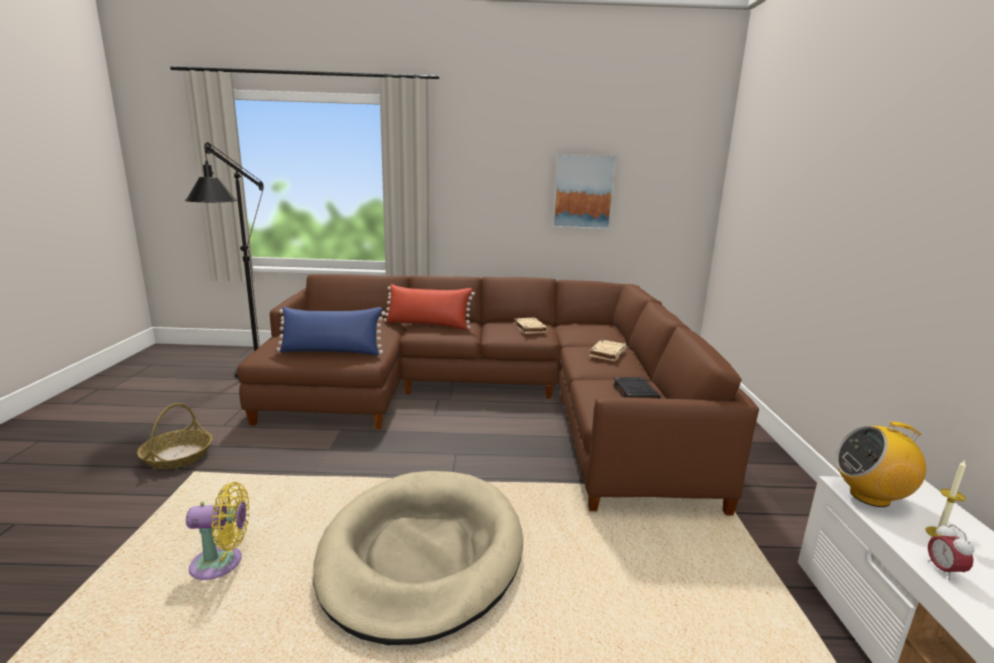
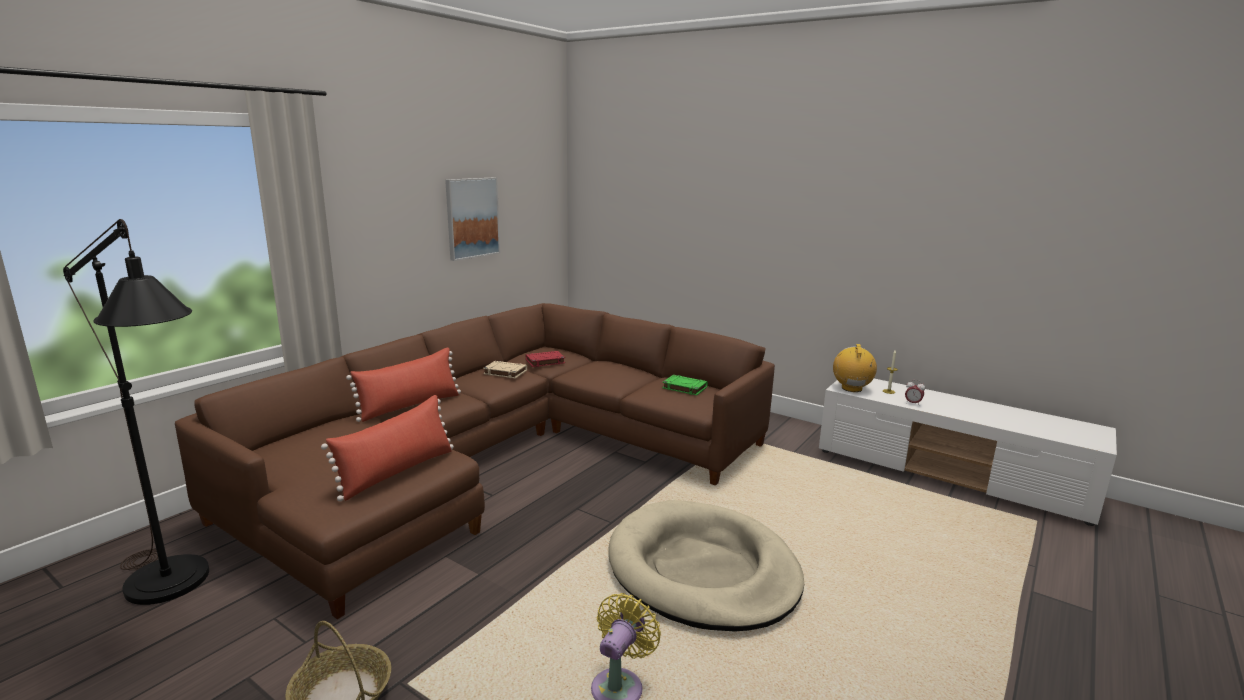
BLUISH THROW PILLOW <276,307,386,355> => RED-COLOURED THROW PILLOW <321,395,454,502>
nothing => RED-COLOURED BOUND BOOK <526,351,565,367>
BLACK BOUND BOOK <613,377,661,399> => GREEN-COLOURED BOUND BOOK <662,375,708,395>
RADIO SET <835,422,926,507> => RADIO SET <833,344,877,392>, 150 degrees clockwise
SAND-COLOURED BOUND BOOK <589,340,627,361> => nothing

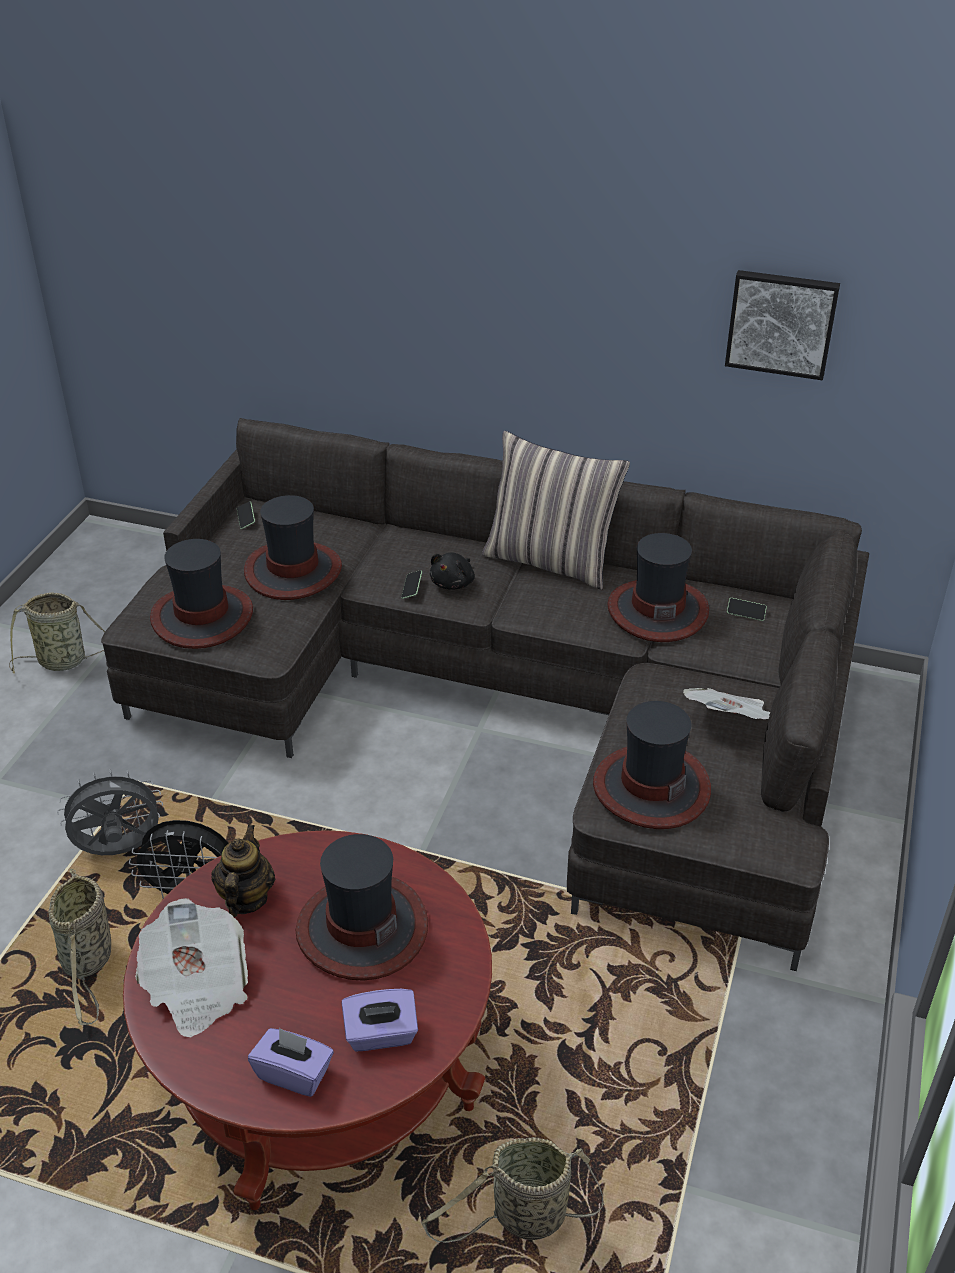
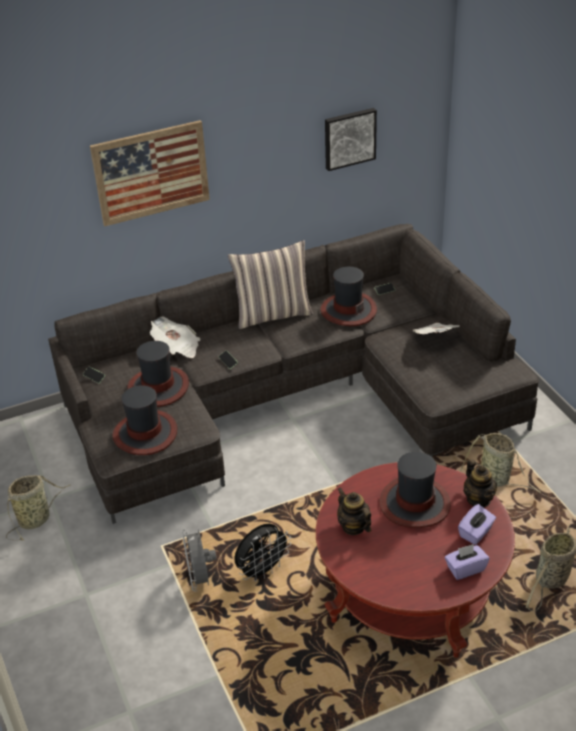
nothing => WALL PICTURE <90,120,210,226>
DAILY PAPER <135,898,248,1037> => DAILY PAPER <150,316,200,358>, move
GRAY ELECTRIC FAN <57,769,163,855> => GRAY ELECTRIC FAN <182,529,217,592>, 45 degrees counterclockwise
BASKET <47,869,111,1025> => BASKET <460,433,541,492>, move
nothing => TEA POT <463,459,497,507>
BLACK SOFT TOY <430,553,475,590> => nothing
HAT <593,701,711,829> => nothing

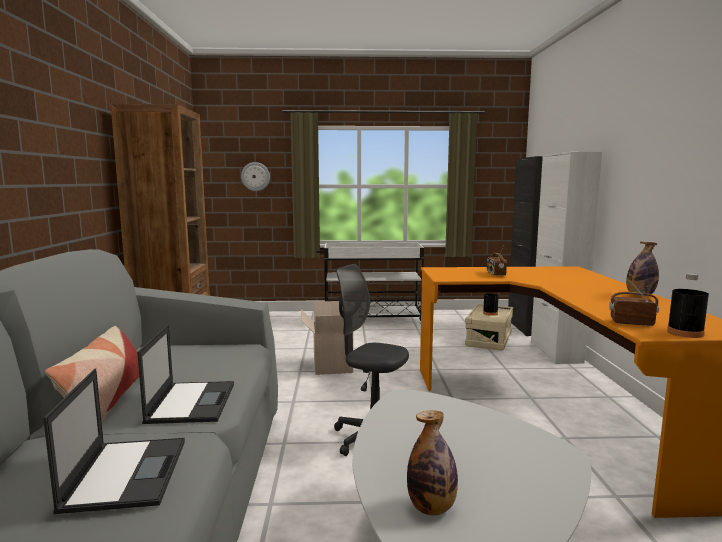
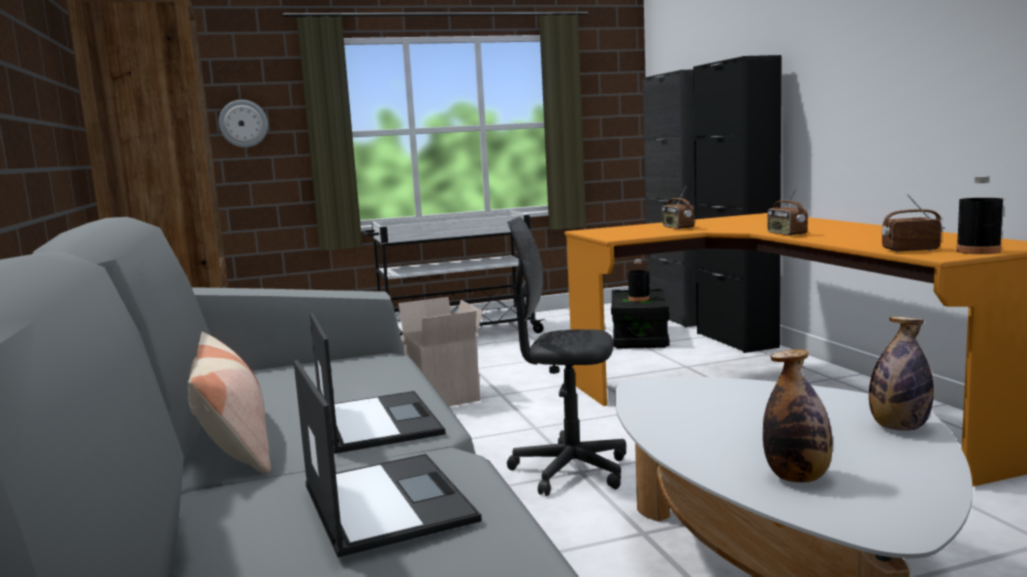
SAND-COLOURED STORAGE CONTAINER <465,304,513,351> => BLACK STORAGE CONTAINER <611,288,670,349>
WHITISH STORAGE CABINET <531,152,602,364> => BLACK STORAGE CABINET <693,55,781,353>
nothing => RADIO SET <767,187,808,236>
DRINK BOTTLE <626,241,659,296> => DRINK BOTTLE <869,317,934,431>, move

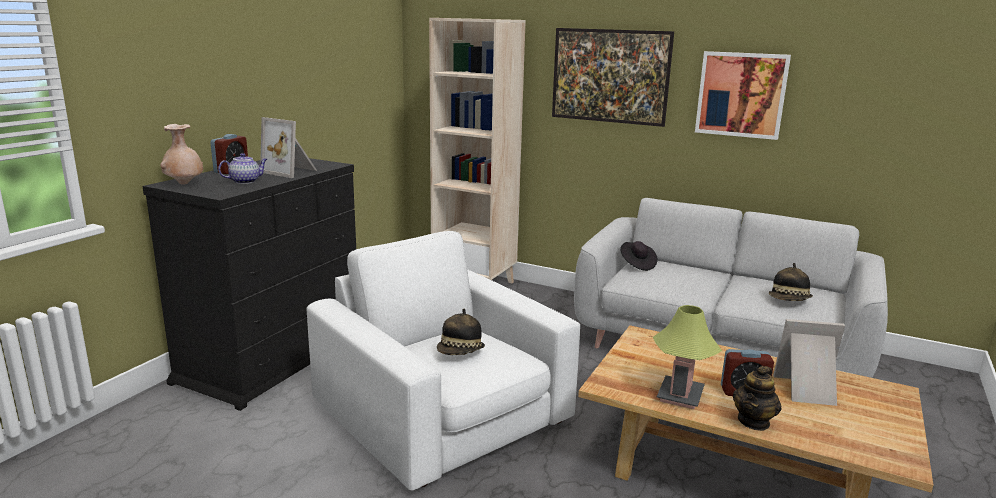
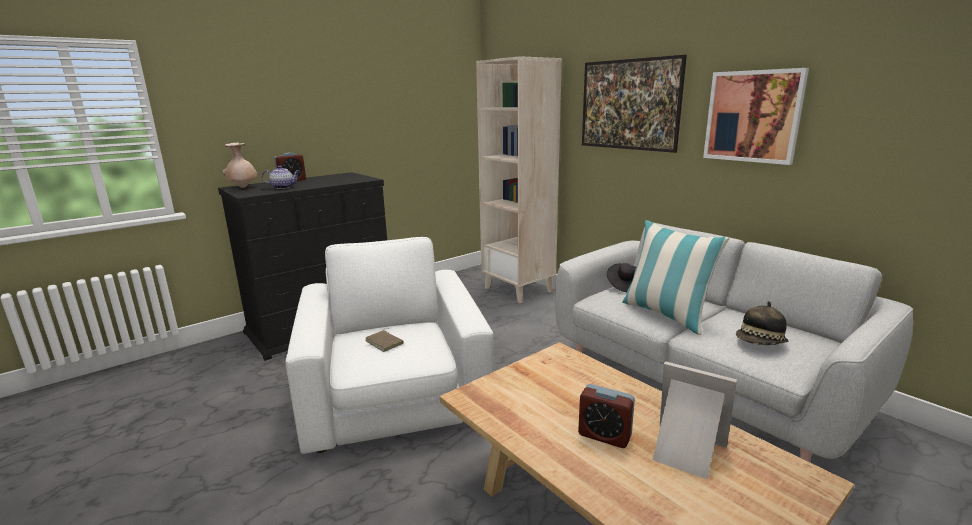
HAT <437,308,485,355> => BROWNISH BOUND BOOK <365,328,403,352>
nothing => THROW PILLOW <623,220,729,335>
STANDING FRAME <260,117,317,178> => nothing
LAMP FOR A TABLE <653,305,722,409> => nothing
TEA POT <733,366,782,431> => nothing

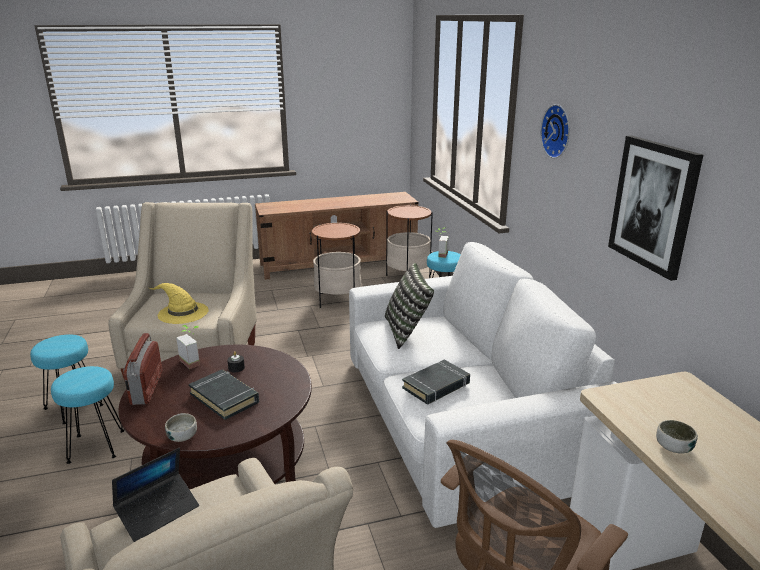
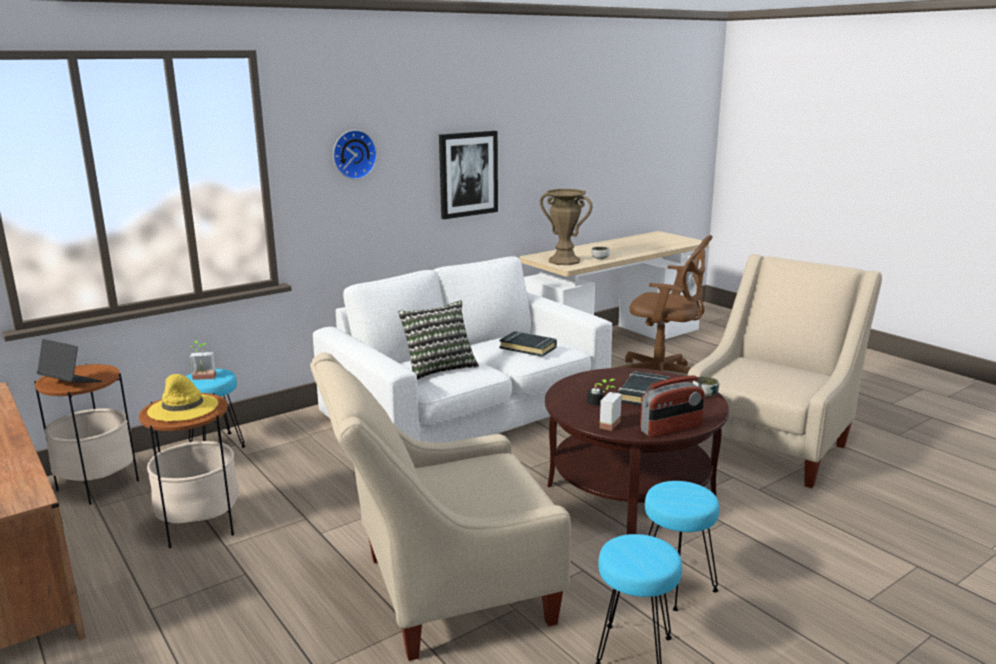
LAPTOP <112,448,199,542> => LAPTOP <37,339,102,382>, move
YELLOWISH HAT <149,283,209,324> => YELLOWISH HAT <147,374,218,421>, move
nothing => BROWNISH VASE <540,189,593,265>

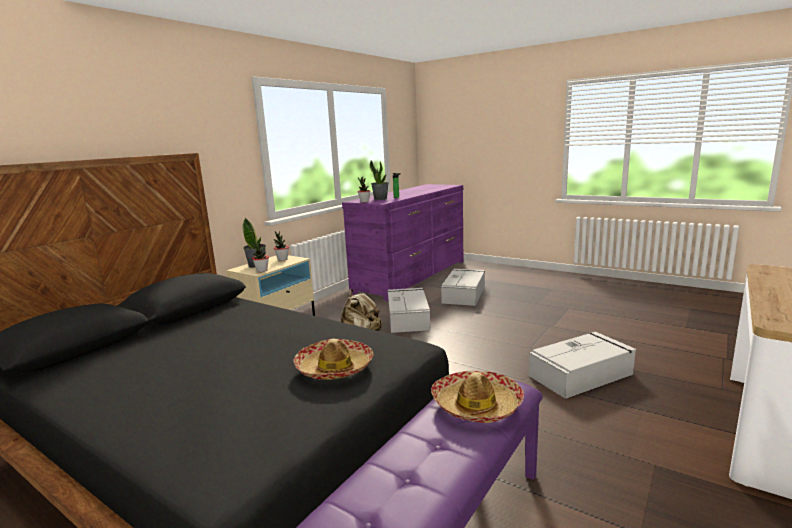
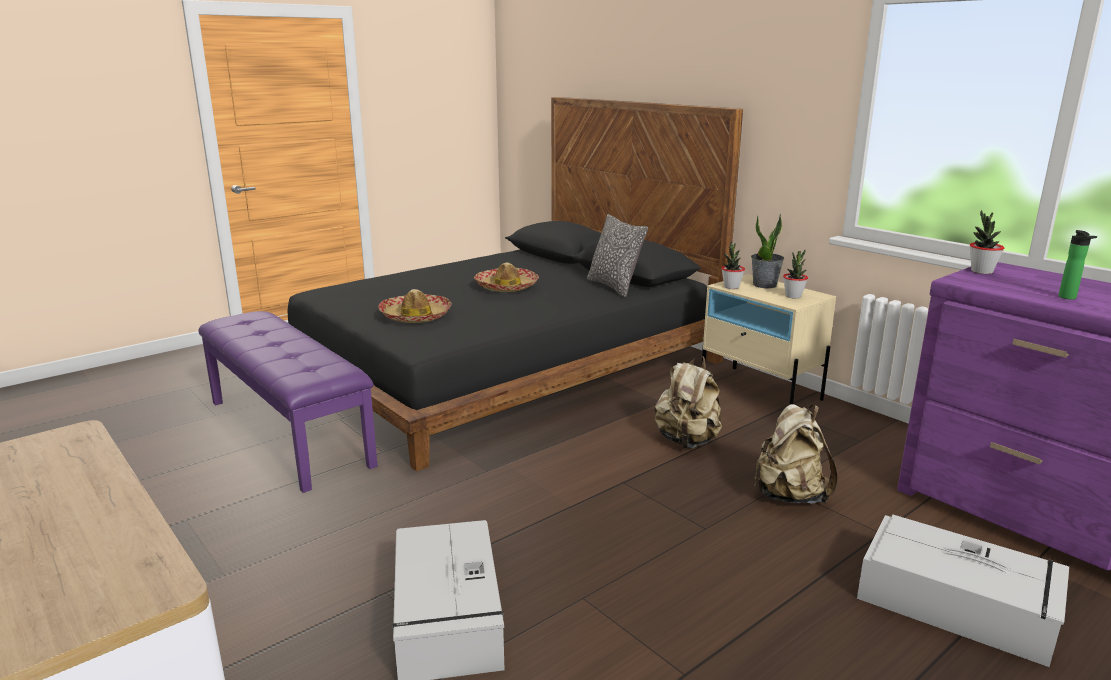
HAT <431,371,524,423> => HAT <474,262,539,292>, move
nothing => THROW PILLOW <587,214,648,298>
GRAY STORAGE CONTAINER <387,288,430,333> => SAND-COLOURED RUCKSACK <754,404,838,504>
POTTED PLANT <370,160,388,200> => nothing

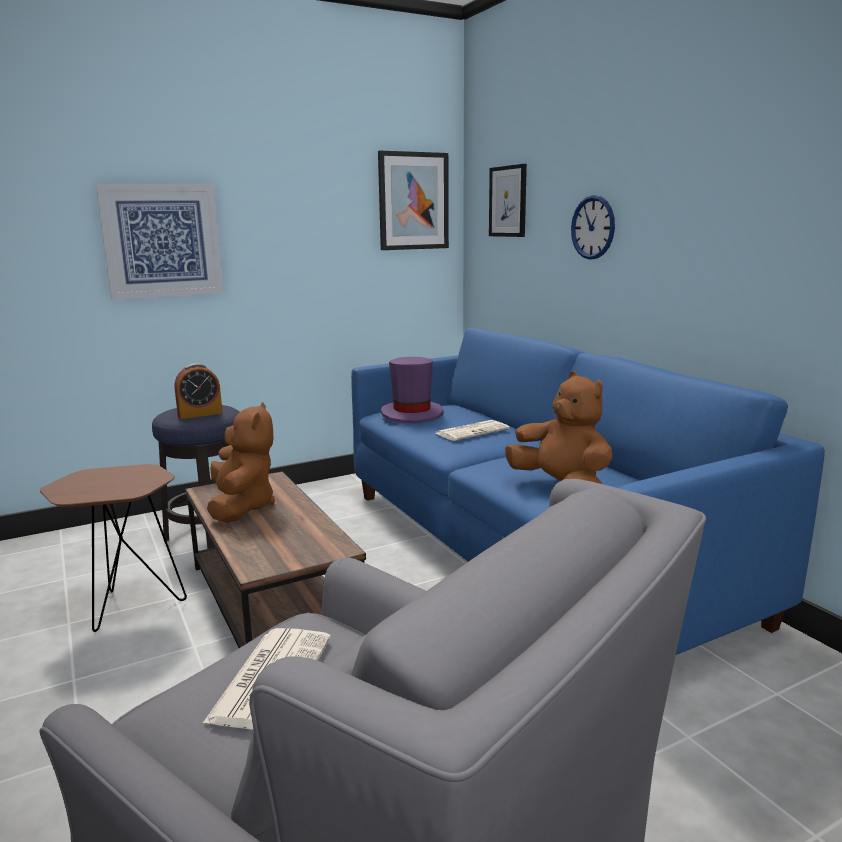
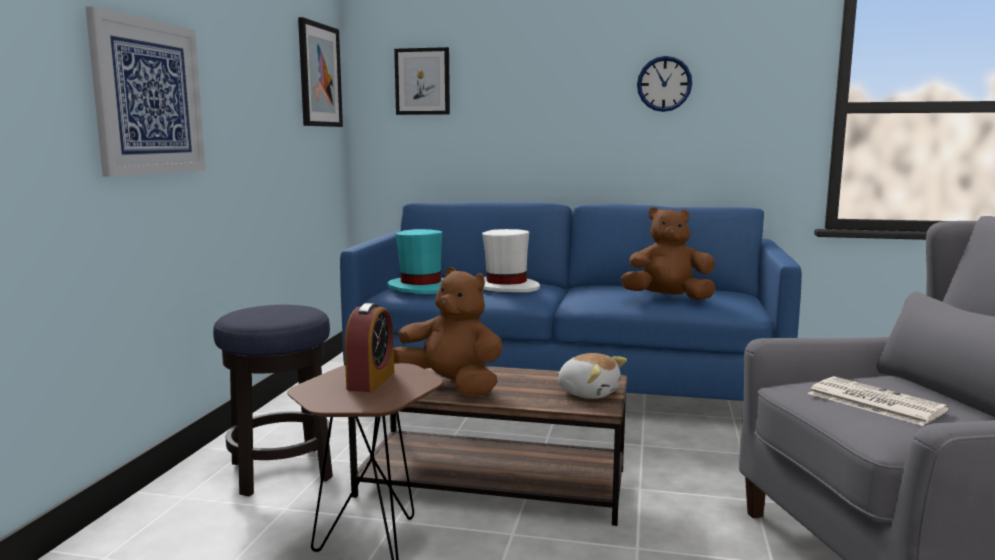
ALARM CLOCK <175,363,223,419> => ALARM CLOCK <345,303,394,392>, move
PURPLISH HAT <381,357,443,423> => BLUE-GREEN HAT <387,229,444,294>
DAILY PAPER <435,420,510,441> => WHITISH HAT <482,229,540,292>
nothing => SOFT TOY <557,353,627,399>
HANGING CLOCK <571,195,615,260> => HANGING CLOCK <637,56,692,112>, move

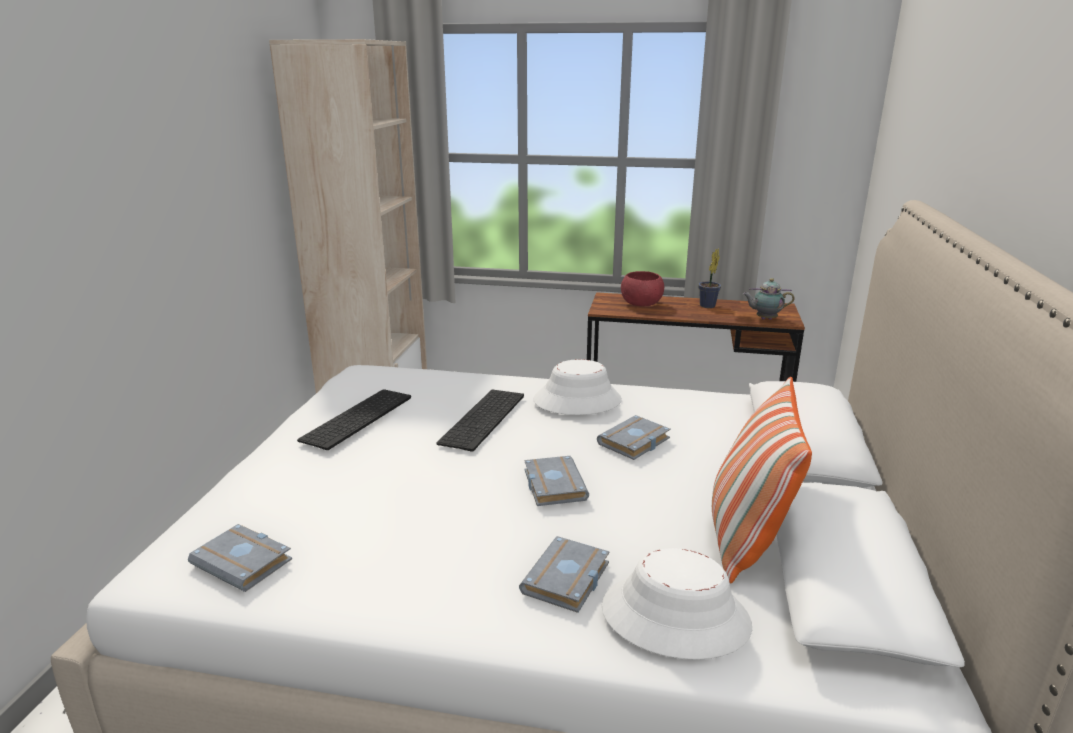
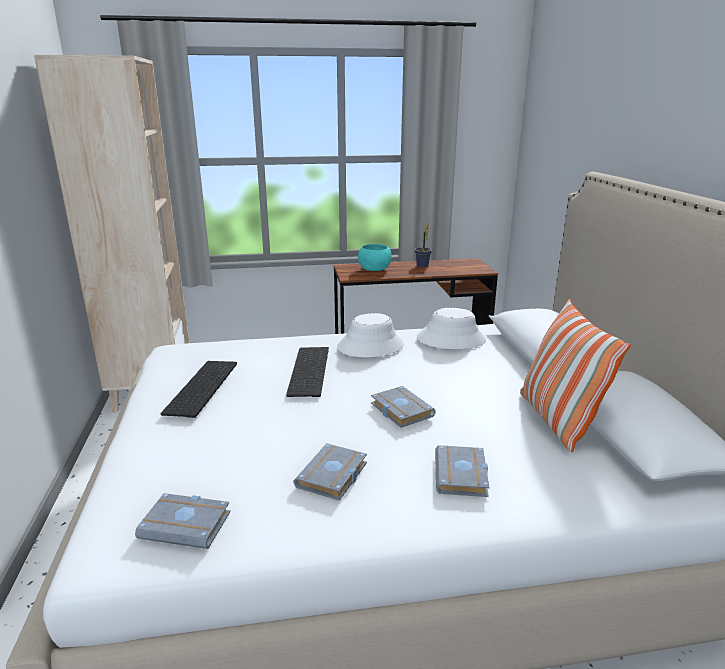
GRAY BOUND BOOK <597,415,671,460> => GRAY BOUND BOOK <293,443,367,501>, move
RED-COLOURED SERVING BOWL <621,271,664,306> => BLUE-GREEN SERVING BOWL <358,244,392,271>
WHITISH HAT <602,548,752,660> => WHITISH HAT <417,308,486,349>, move
TEA POT <743,278,795,320> => nothing

